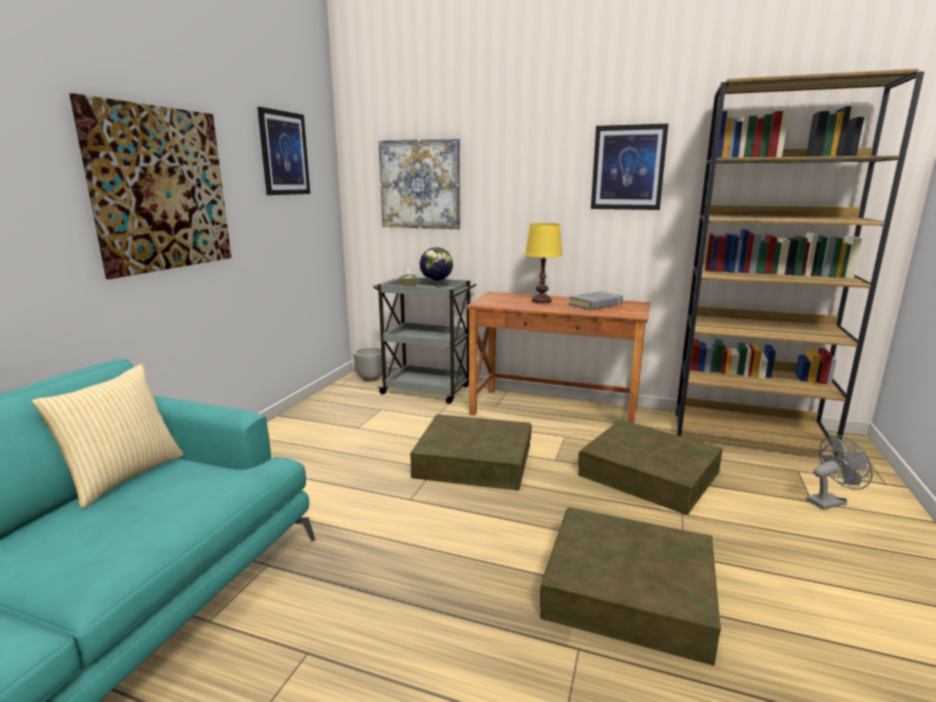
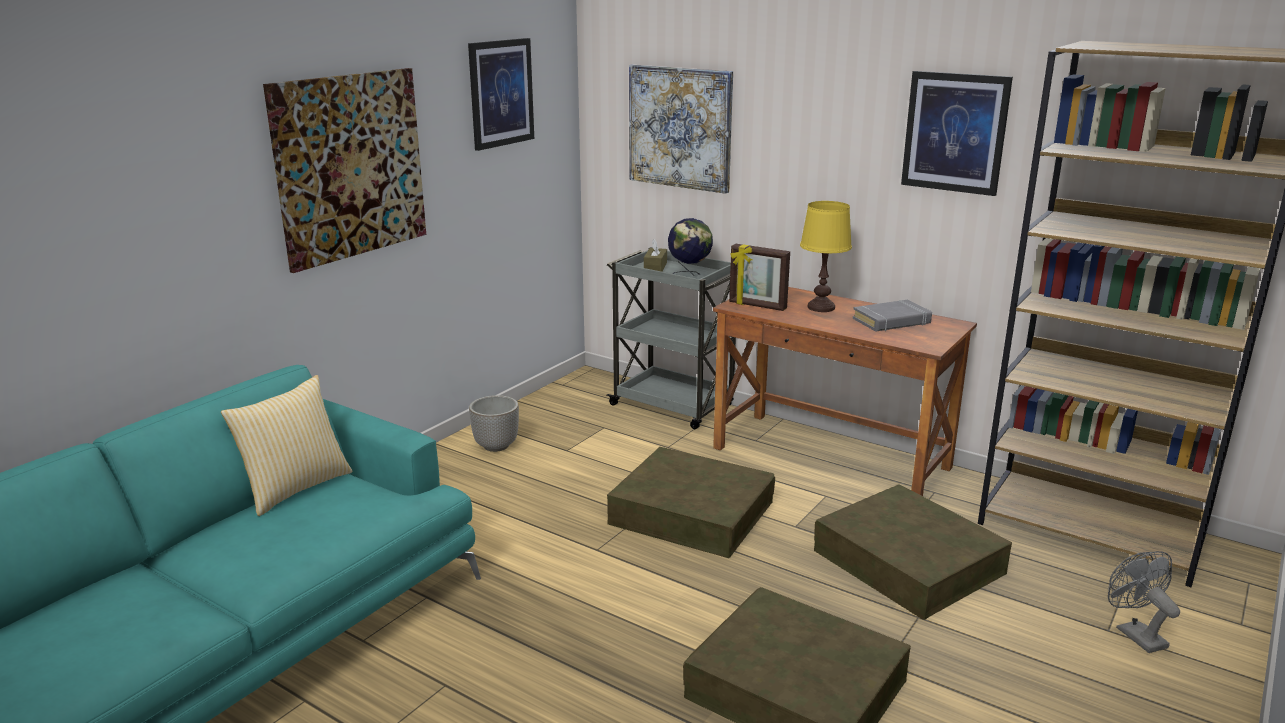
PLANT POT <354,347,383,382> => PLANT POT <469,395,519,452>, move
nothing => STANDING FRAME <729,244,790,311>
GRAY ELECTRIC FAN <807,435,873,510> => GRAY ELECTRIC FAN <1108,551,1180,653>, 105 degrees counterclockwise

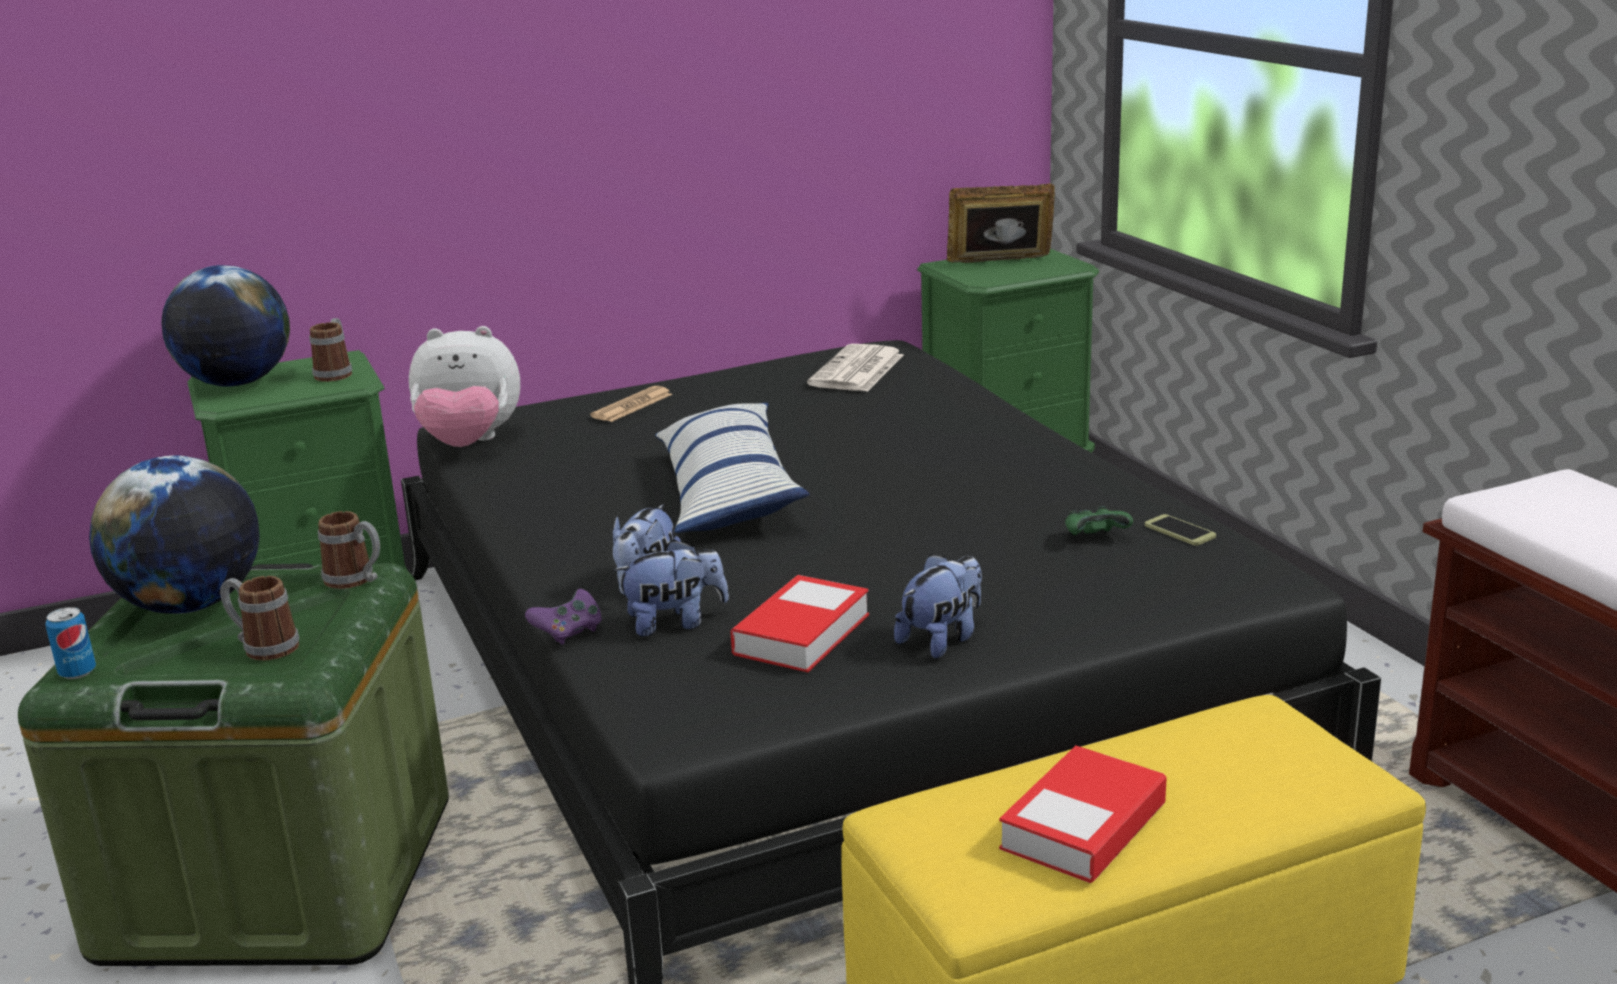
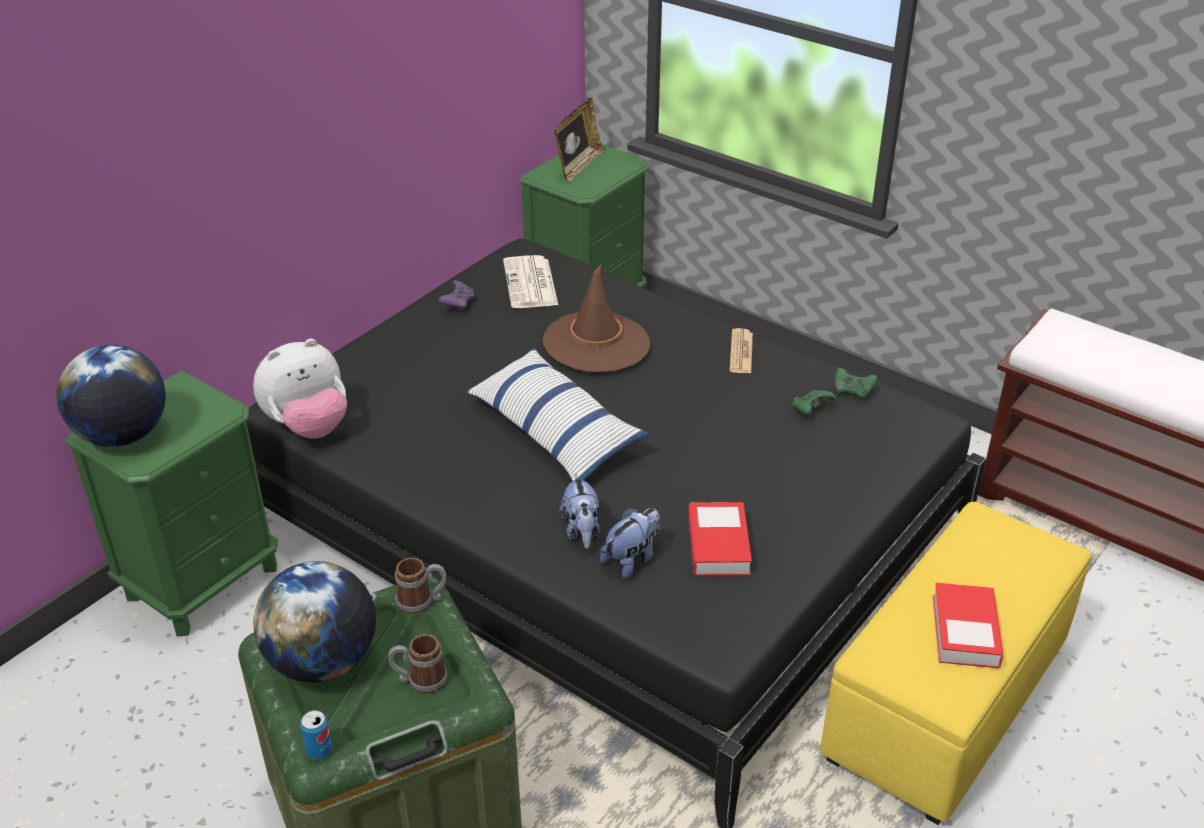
PURPLISH JOYPAD <525,589,602,645> => PURPLISH JOYPAD <439,280,474,311>, move
nothing => BROWNISH HAT <543,264,650,372>
STANDING FRAME <947,183,1055,263> => STANDING FRAME <554,97,604,182>, 150 degrees clockwise
DAILY PAPER <590,386,673,422> => DAILY PAPER <729,328,753,373>, move
HANDSET <1145,514,1216,546> => GREEN-COLOURED JOYPAD <835,368,877,400>
TEA MUG <309,318,352,382> => nothing
SOFT TOY <894,554,982,659> => nothing

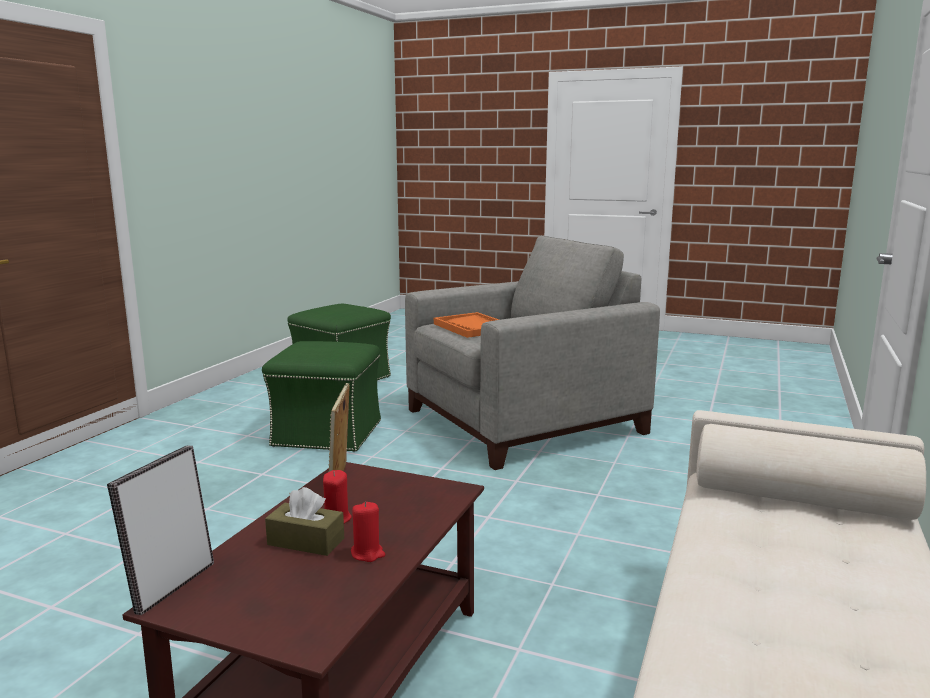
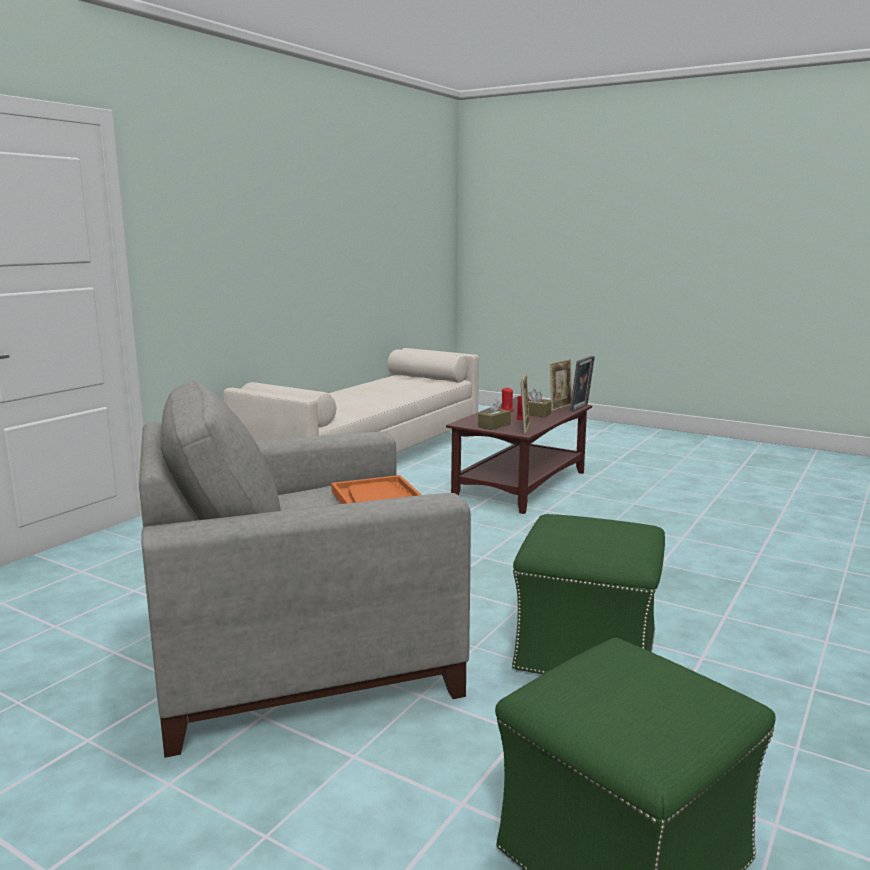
nothing => BROWNISH TISSUE HOLDER <478,399,511,430>
nothing => STANDING FRAME <550,359,572,411>

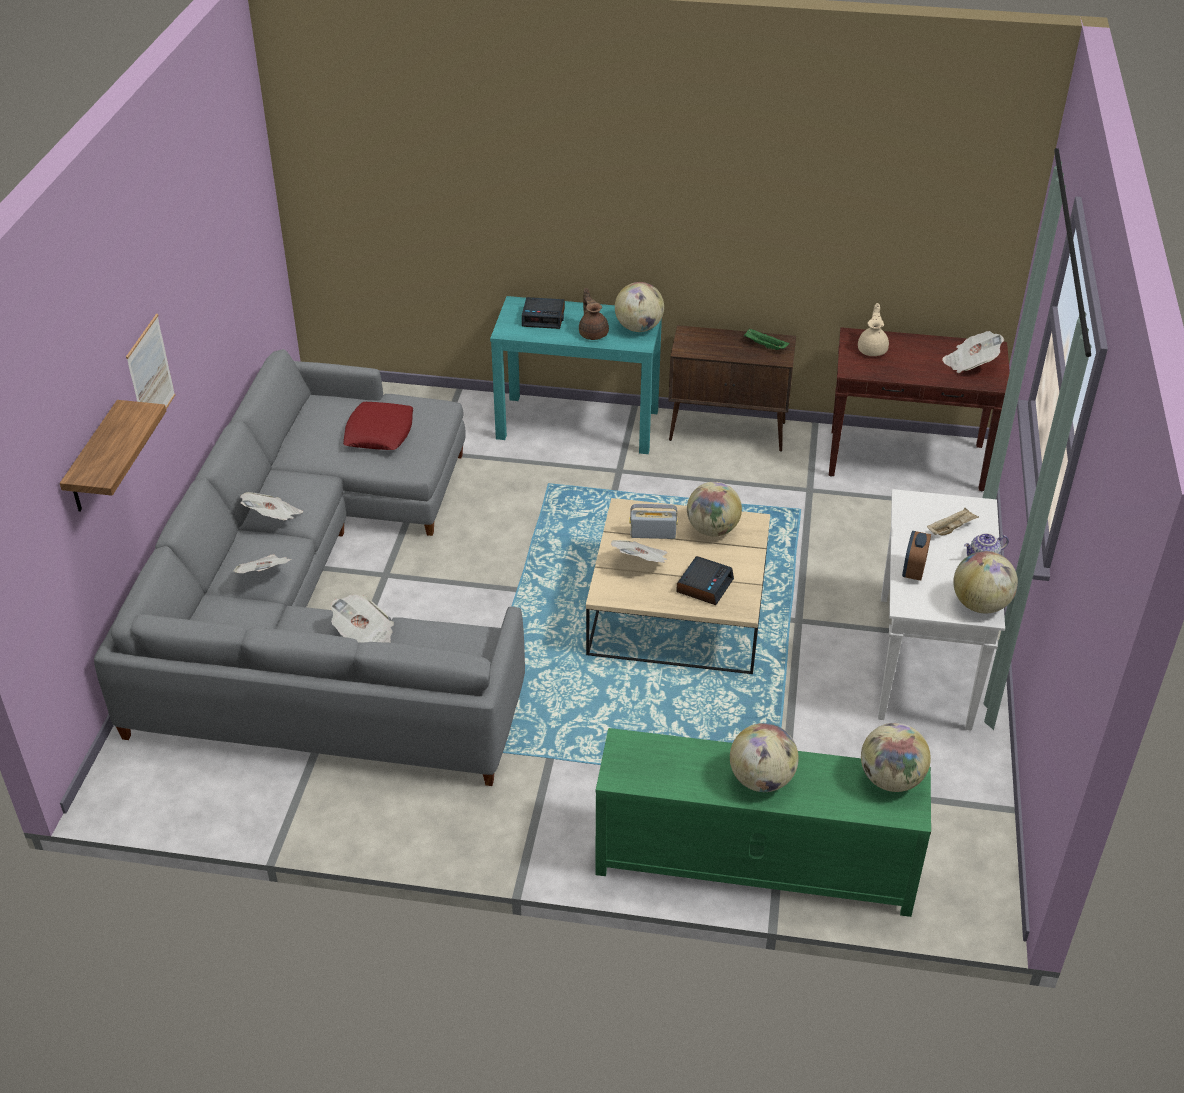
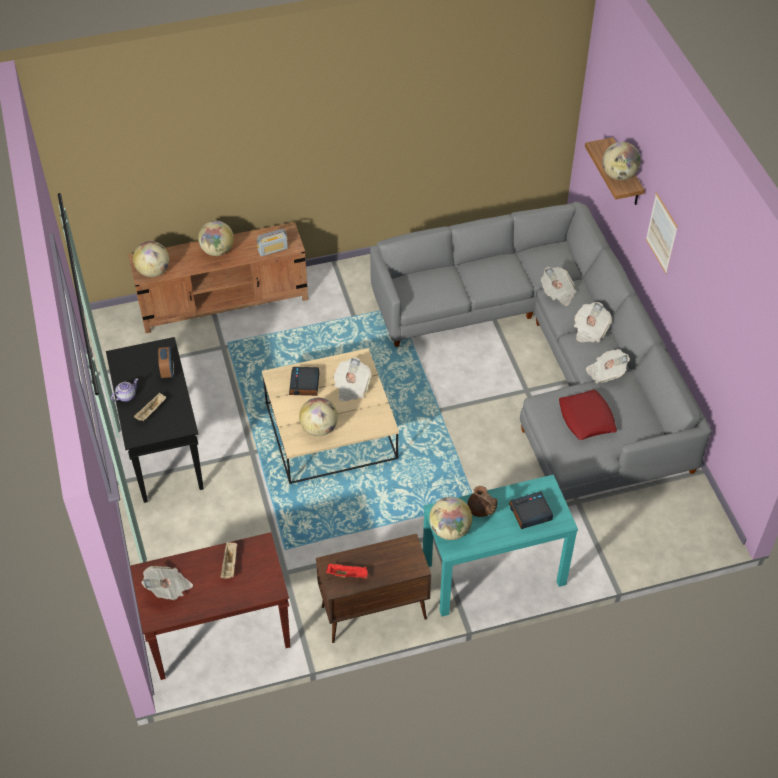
WHITISH CONSOLE TABLE <878,489,1005,731> => BLACK CONSOLE TABLE <106,337,204,503>
GREEN-COLOURED TV UNIT <595,728,931,917> => BROWNISH TV UNIT <128,222,308,333>
nothing => SAND-COLOURED TRAY <220,542,237,579>
RADIO SET <630,504,678,539> => RADIO SET <257,229,288,256>, move
GREEN-COLOURED TRAY <744,328,790,350> => RED-COLOURED TRAY <326,564,368,579>
DAILY PAPER <331,595,394,643> => DAILY PAPER <586,349,630,384>, move
GLOBE <953,551,1018,613> => GLOBE <602,142,641,180>, move
SAND-COLOURED TEA POT <858,303,889,356> => nothing

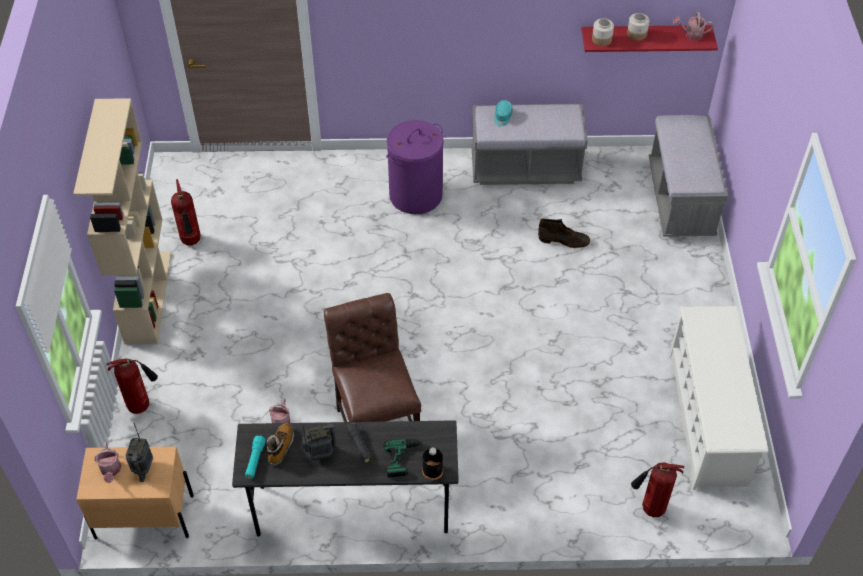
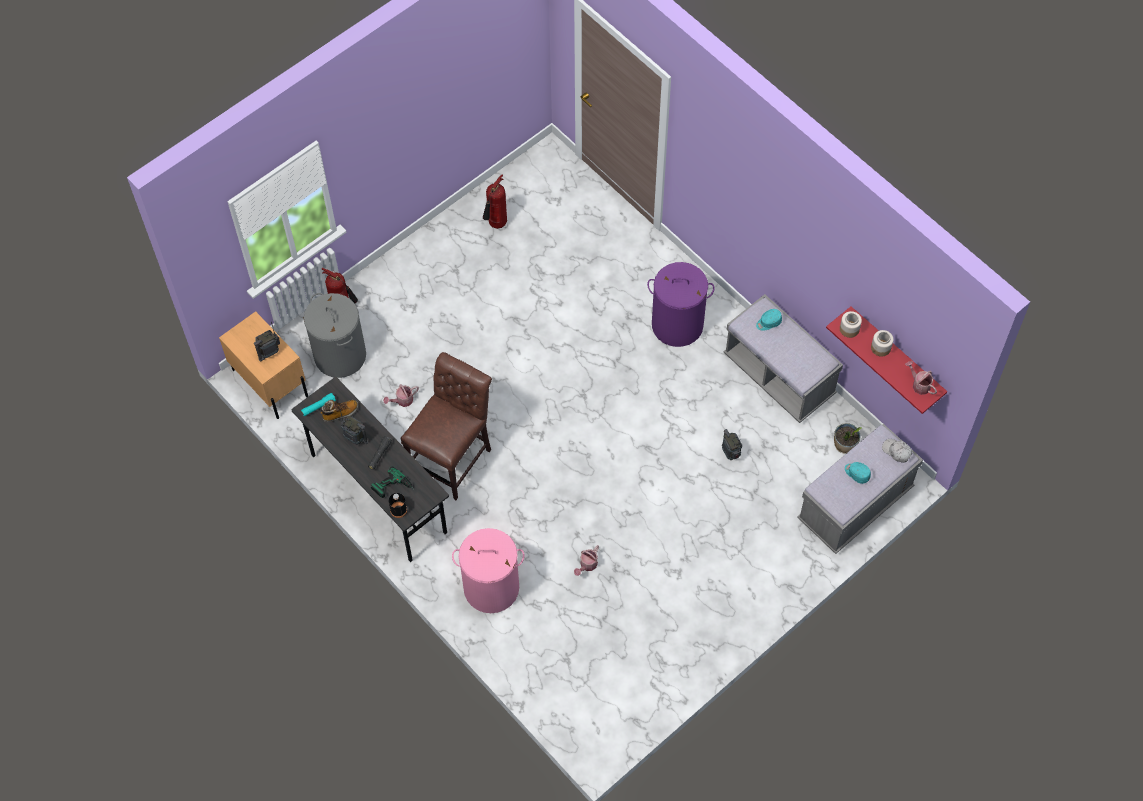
nothing => GRAY LAUNDRY BASKET <304,293,366,378>
nothing => PINK LAUNDRY BASKET <452,528,525,613>
WATERING CAN <94,442,121,483> => WATERING CAN <574,545,599,576>, move
BROWNISH TALL BOOT <538,219,590,248> => RADIO SET <722,429,742,460>
nothing => POTTED PLANT <834,423,862,454>
nothing => BLUE-GREEN PEAKED CAP <845,462,871,484>
nothing => WHITISH PEAKED CAP <882,439,912,463>
SAND-COLOURED BOOKCASE <73,98,171,344> => nothing
FIRE-FIGHTING CYLINDER <631,462,684,517> => nothing
WHITISH SHOE SHELF <669,306,768,490> => nothing

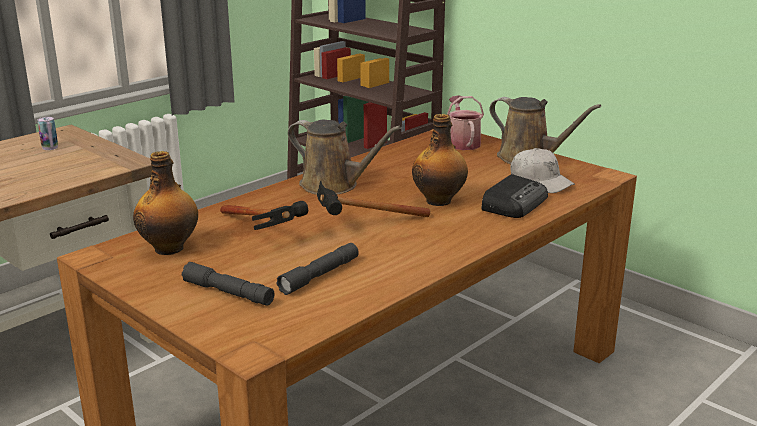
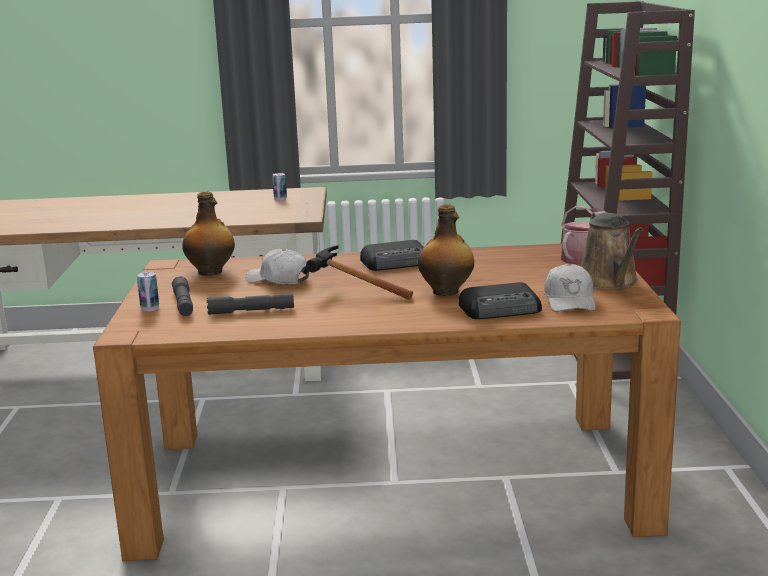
nothing => METAL CAN <137,272,159,311>
HAMMER <220,201,308,230> => WHITISH PEAKED CAP <245,249,309,284>
BROWNISH WATERING CAN <288,119,402,195> => RADIO SET <360,240,424,271>

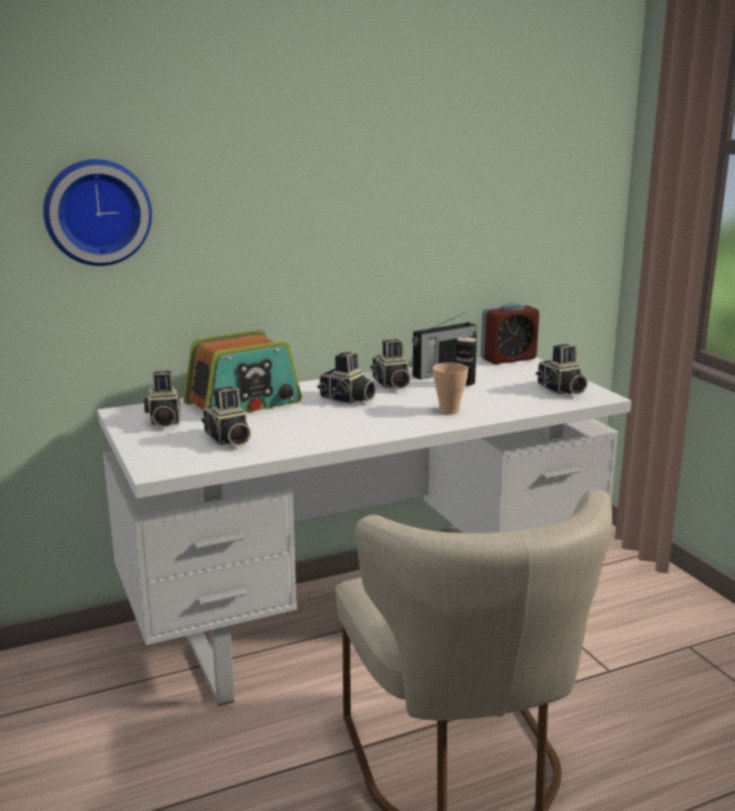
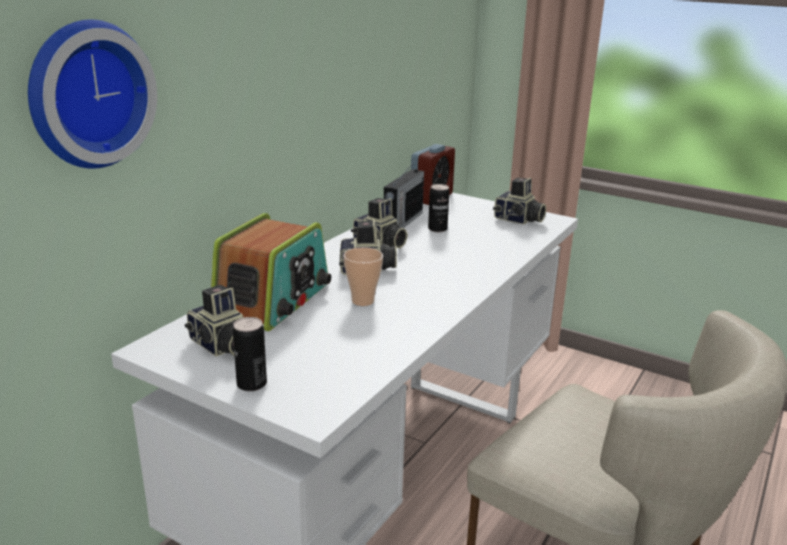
nothing => METAL CAN <233,317,267,391>
DRINKING CUP <433,363,468,414> => DRINKING CUP <343,247,383,306>, move
PHOTO CAMERA <201,386,251,446> => nothing

